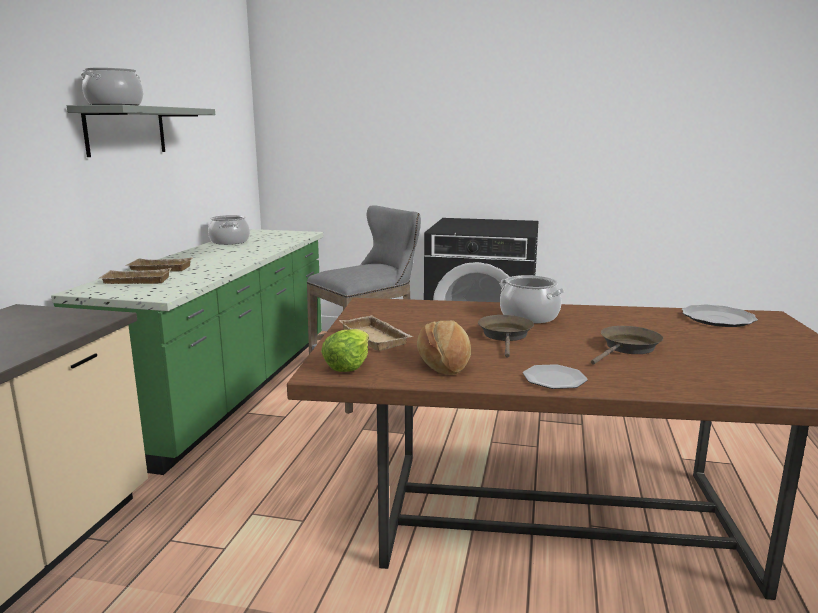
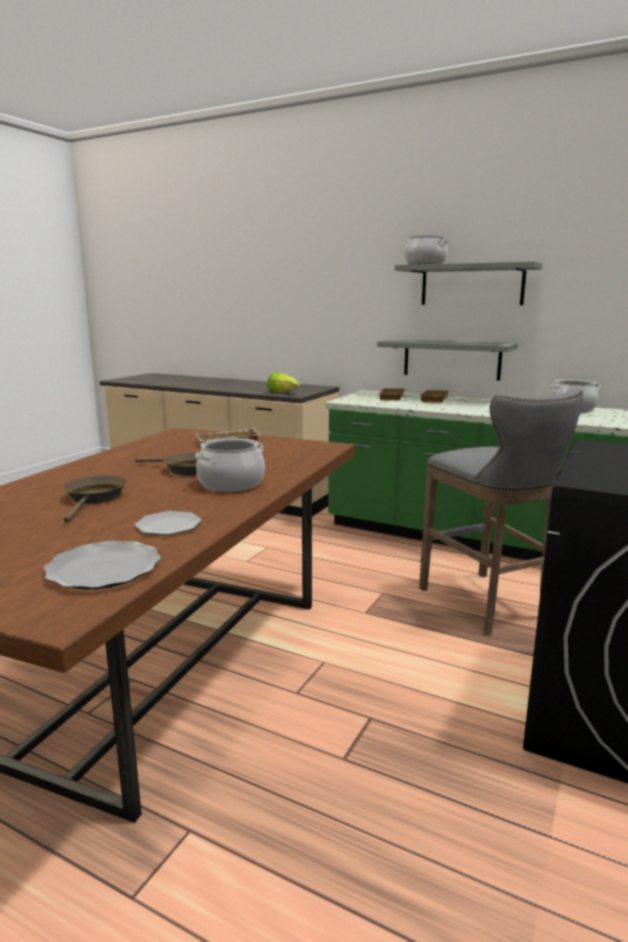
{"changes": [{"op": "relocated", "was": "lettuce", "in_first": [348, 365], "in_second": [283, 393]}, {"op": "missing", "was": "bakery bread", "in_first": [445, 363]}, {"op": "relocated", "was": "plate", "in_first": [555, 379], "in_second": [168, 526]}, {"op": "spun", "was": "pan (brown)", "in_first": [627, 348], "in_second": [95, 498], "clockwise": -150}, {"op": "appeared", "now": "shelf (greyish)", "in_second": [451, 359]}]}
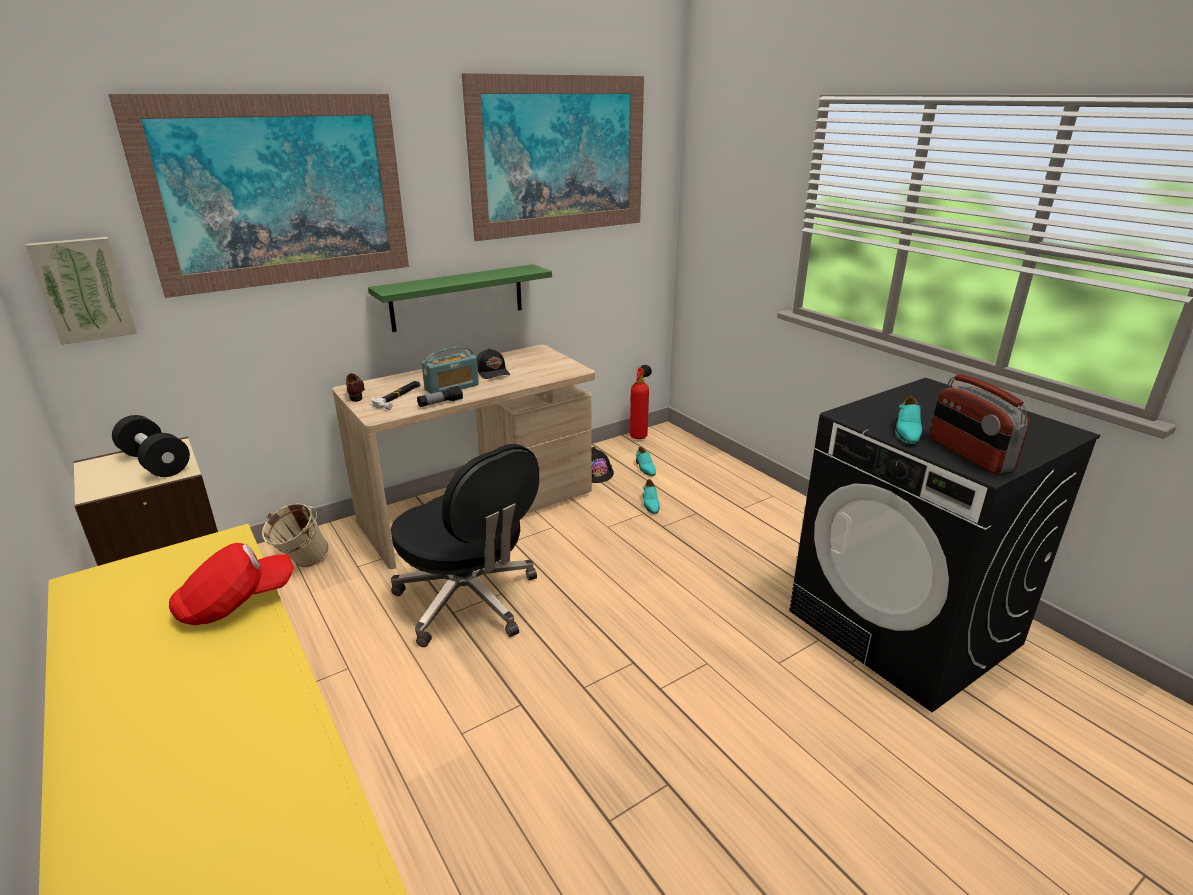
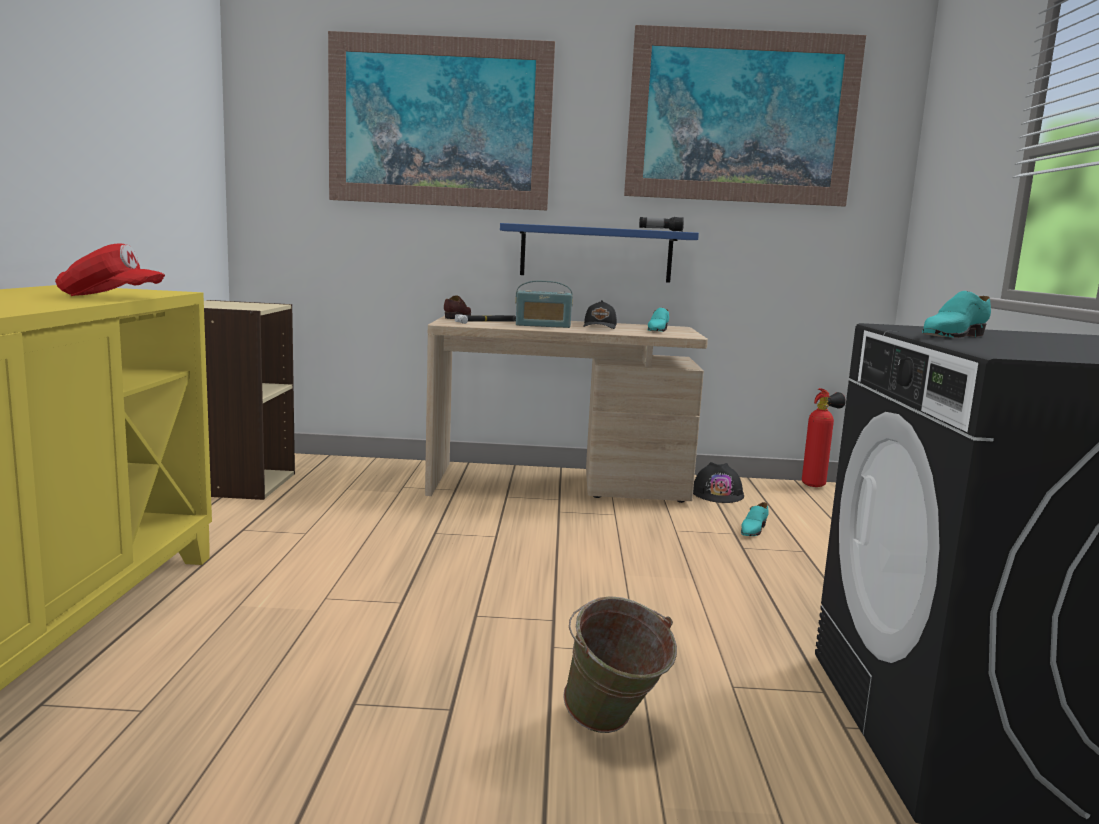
{"changes": [{"op": "missing", "was": "wall picture", "in_first": [84, 289]}, {"op": "missing", "was": "hand weight (black-coloured)", "in_first": [155, 463]}, {"op": "missing", "was": "bucket (beige-coloured)", "in_first": [301, 564]}, {"op": "colour", "was": "shelf (green-coloured)", "now": "shelf (blue)", "in_first": [457, 297], "in_second": [596, 253]}, {"op": "missing", "was": "desk chair (black-coloured)", "in_first": [469, 601]}, {"op": "relocated", "was": "flashlight", "in_first": [440, 403], "in_second": [660, 230]}, {"op": "relocated", "was": "low shoe (turquoise)", "in_first": [645, 468], "in_second": [657, 330]}, {"op": "missing", "was": "radio receiver", "in_first": [969, 454]}, {"op": "appeared", "now": "bucket (green-coloured)", "in_second": [612, 729]}]}
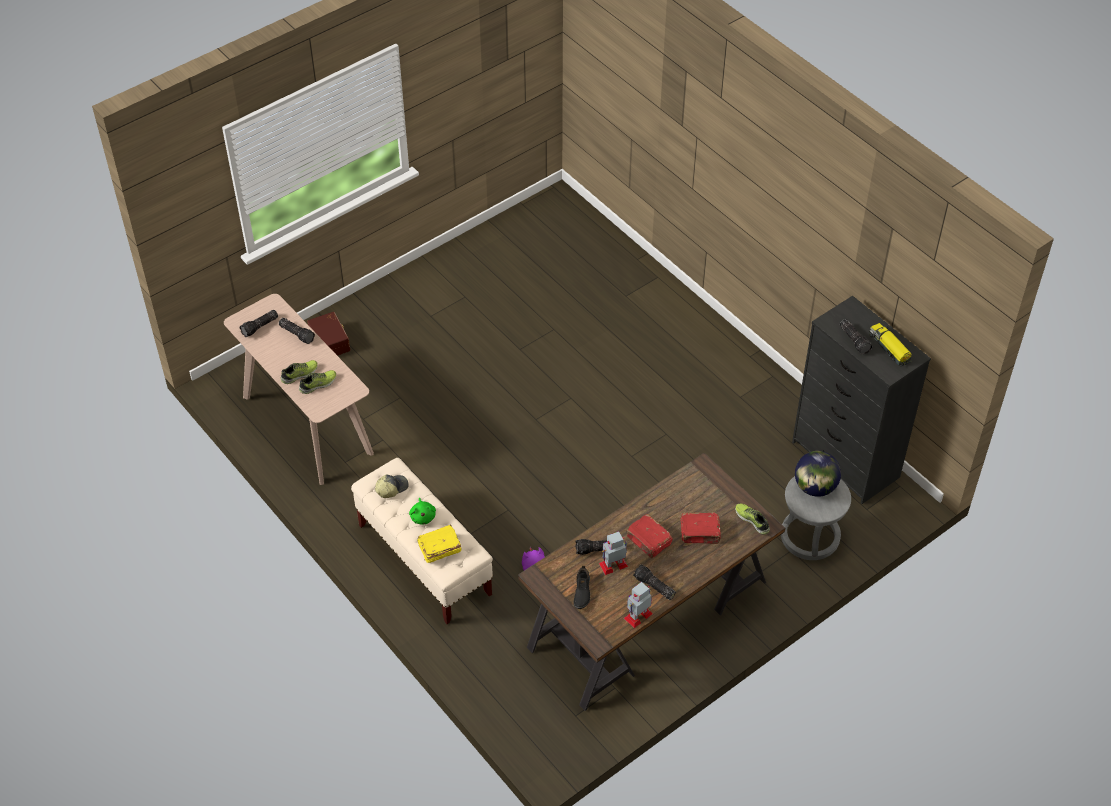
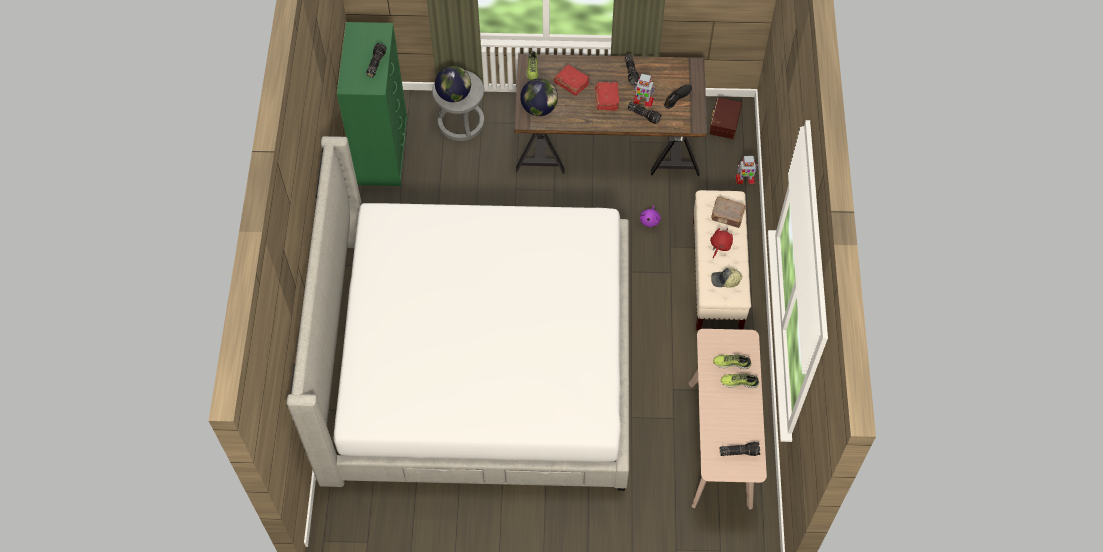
{"changes": [{"op": "missing", "was": "flashlight", "in_first": [297, 333]}, {"op": "relocated", "was": "storage bin (brown)", "in_first": [330, 341], "in_second": [723, 122]}, {"op": "colour", "was": "plush toy (green-coloured)", "now": "plush toy (reddish)", "in_first": [423, 516], "in_second": [720, 245]}, {"op": "colour", "was": "book (yellowish)", "now": "book (brown)", "in_first": [439, 549], "in_second": [727, 216]}, {"op": "relocated", "was": "robot figure", "in_first": [638, 615], "in_second": [745, 179]}, {"op": "colour", "was": "dresser (black-coloured)", "now": "dresser (green-coloured)", "in_first": [846, 460], "in_second": [382, 150]}, {"op": "missing", "was": "model truck", "in_first": [889, 348]}, {"op": "appeared", "now": "sleeping bed", "in_second": [479, 361]}, {"op": "appeared", "now": "desk globe", "in_second": [539, 108]}]}
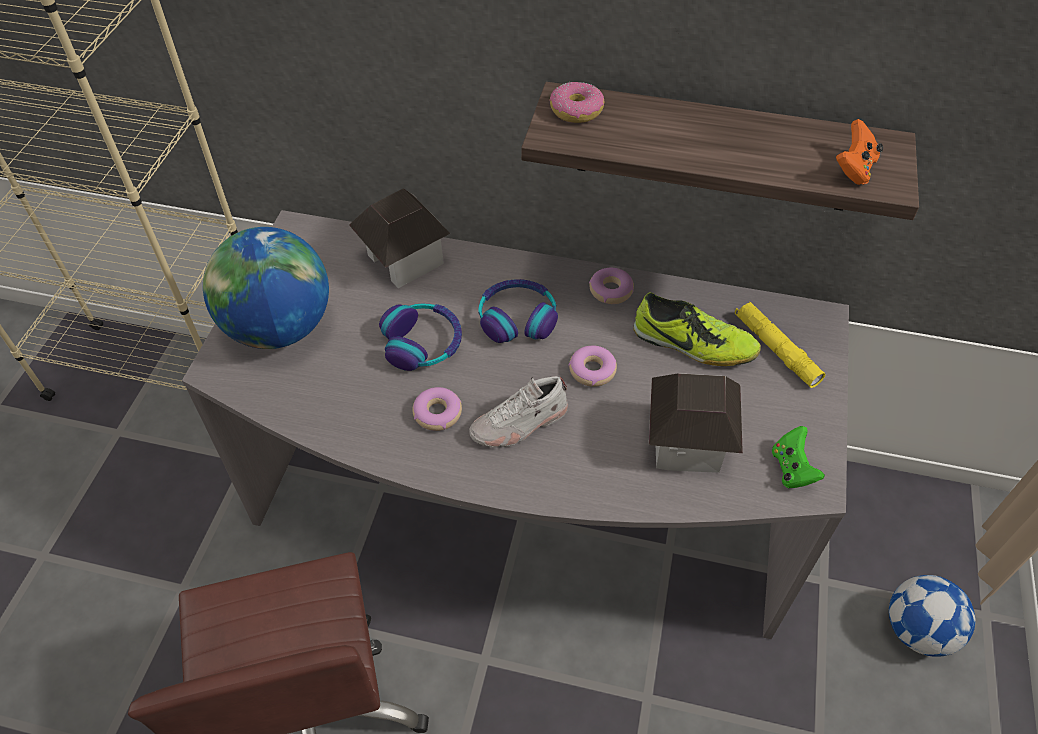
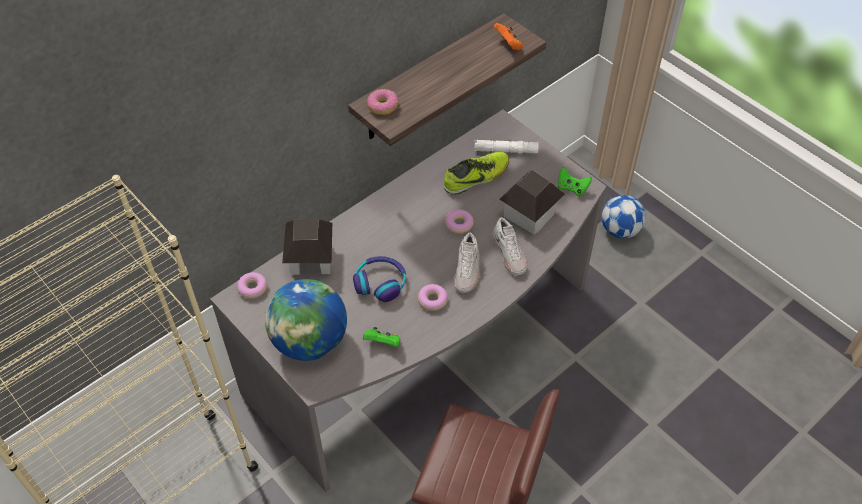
{"changes": [{"op": "missing", "was": "headphones", "in_first": [517, 318]}, {"op": "relocated", "was": "doughnut", "in_first": [610, 290], "in_second": [252, 288]}, {"op": "colour", "was": "flashlight (yellowish)", "now": "flashlight (white)", "in_first": [776, 349], "in_second": [505, 150]}, {"op": "appeared", "now": "gamepad (green-coloured)", "in_second": [383, 343]}, {"op": "appeared", "now": "low shoe (white)", "in_second": [509, 254]}]}
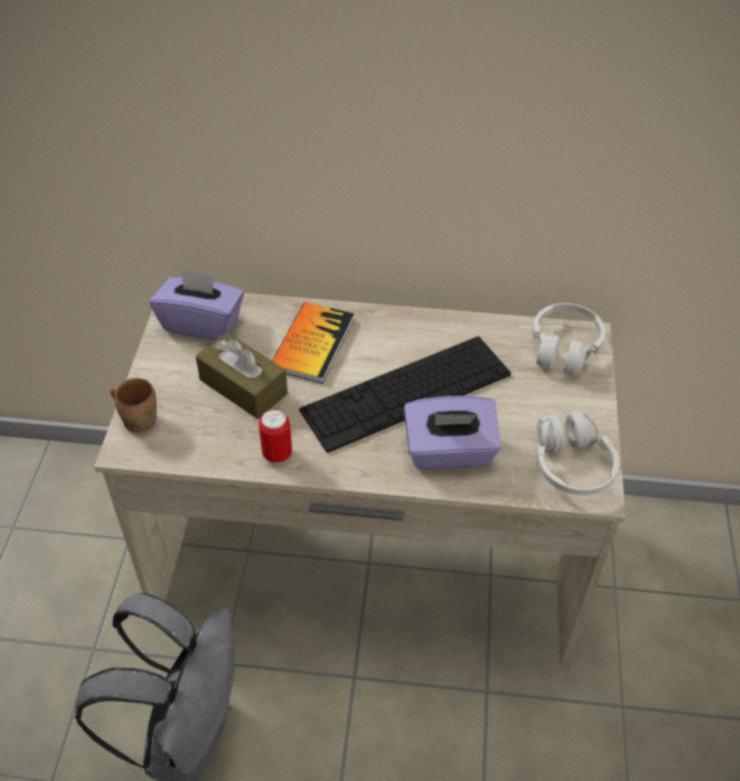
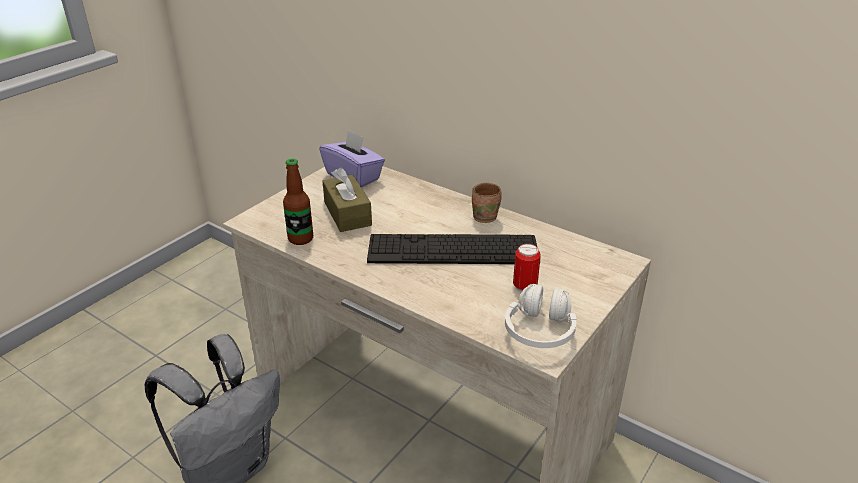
{"changes": [{"op": "relocated", "was": "mug (brown)", "in_first": [140, 419], "in_second": [485, 216]}, {"op": "relocated", "was": "metal can", "in_first": [277, 454], "in_second": [524, 287]}, {"op": "missing", "was": "book", "in_first": [312, 344]}, {"op": "missing", "was": "tissue holder (purple-coloured)", "in_first": [449, 452]}, {"op": "missing", "was": "headphones (white)", "in_first": [564, 348]}, {"op": "appeared", "now": "bottle", "in_second": [300, 239]}]}
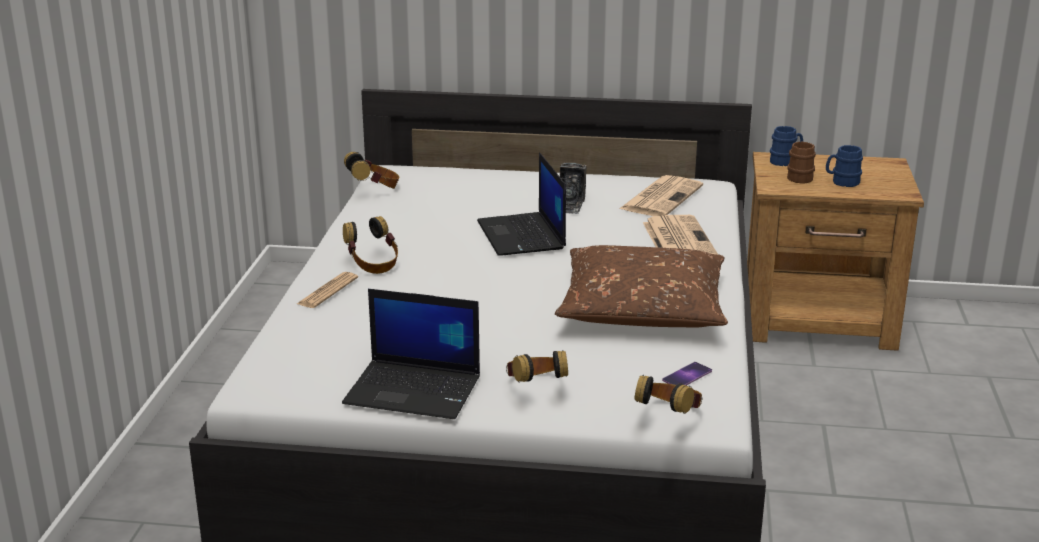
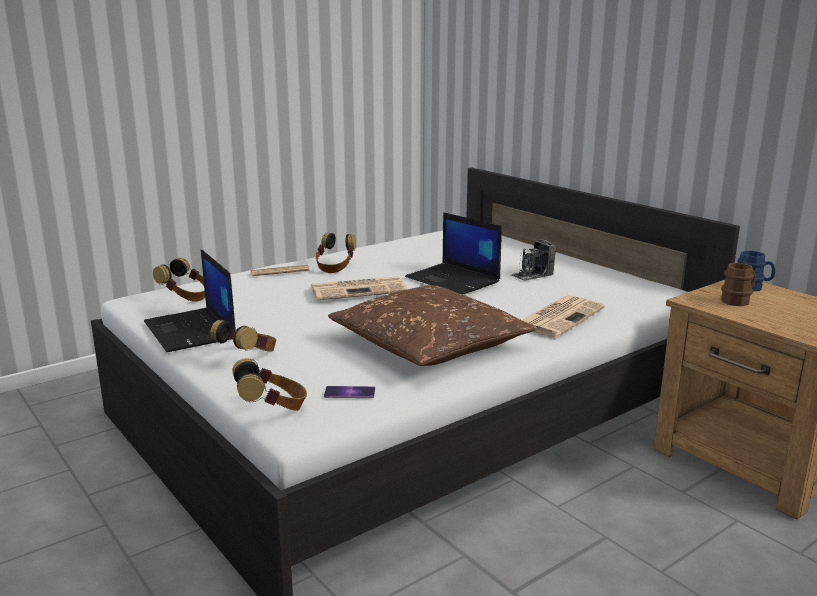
{"changes": [{"op": "relocated", "was": "headphones", "in_first": [374, 189], "in_second": [186, 297]}, {"op": "spun", "was": "notebook computer", "in_first": [522, 235], "in_second": [454, 280], "clockwise": -75}, {"op": "relocated", "was": "daily paper", "in_first": [661, 197], "in_second": [359, 289]}, {"op": "missing", "was": "mug (blue)", "in_first": [842, 182]}]}
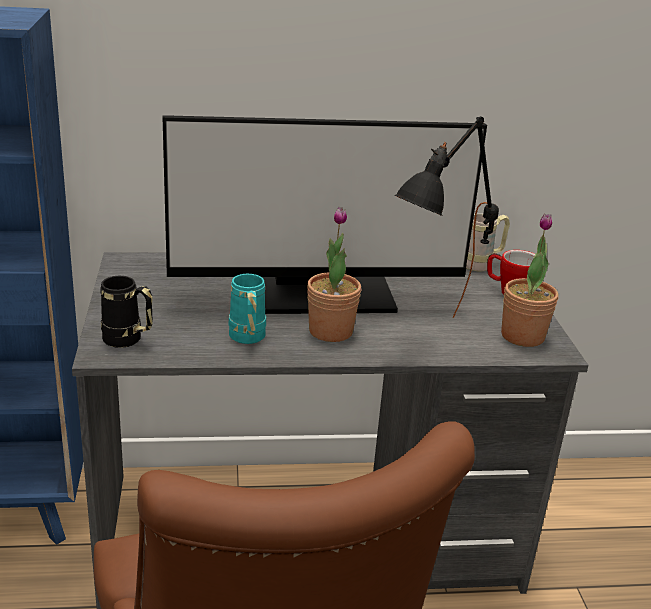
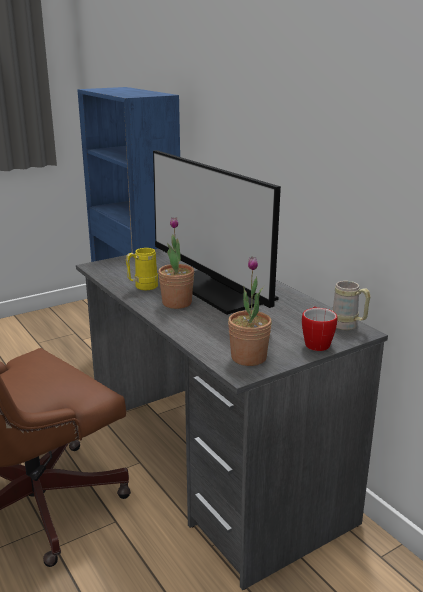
{"changes": [{"op": "missing", "was": "mug (black-coloured)", "in_first": [128, 341]}, {"op": "colour", "was": "mug (turquoise)", "now": "mug (yellowish)", "in_first": [247, 339], "in_second": [142, 287]}, {"op": "missing", "was": "tabletop lamp (black-coloured)", "in_first": [435, 338]}]}
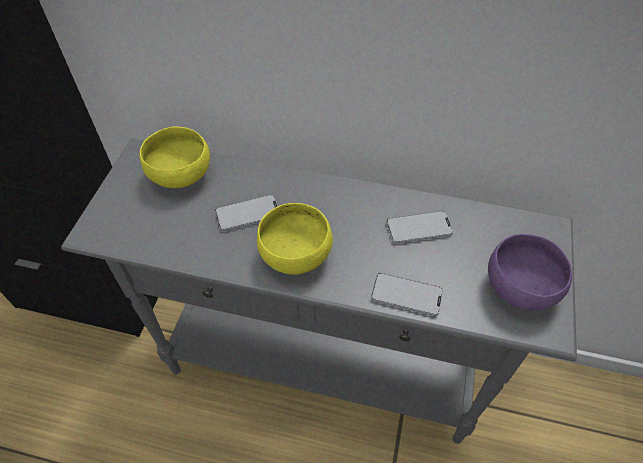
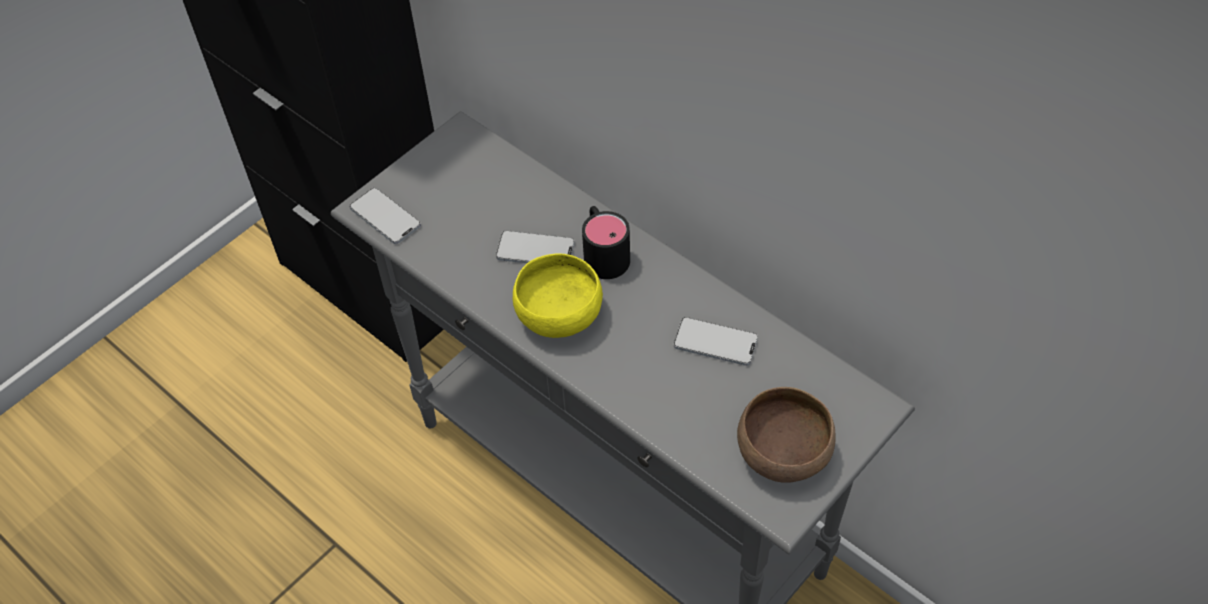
{"changes": [{"op": "missing", "was": "bowl (yellowish)", "in_first": [181, 173]}, {"op": "relocated", "was": "handset", "in_first": [406, 295], "in_second": [385, 217]}, {"op": "colour", "was": "bowl (purple-coloured)", "now": "bowl (brown)", "in_first": [521, 287], "in_second": [785, 454]}, {"op": "appeared", "now": "mug (black-coloured)", "in_second": [603, 252]}]}
